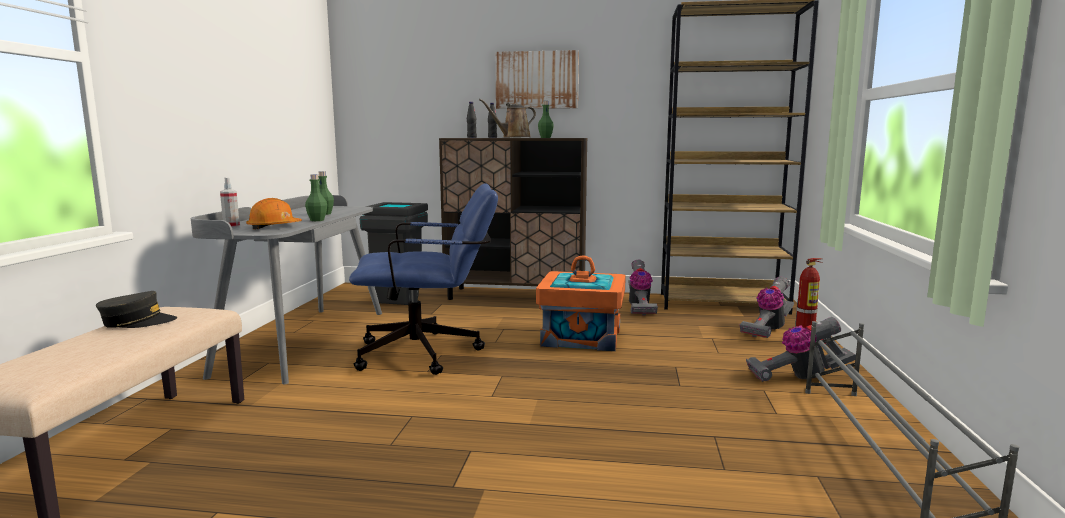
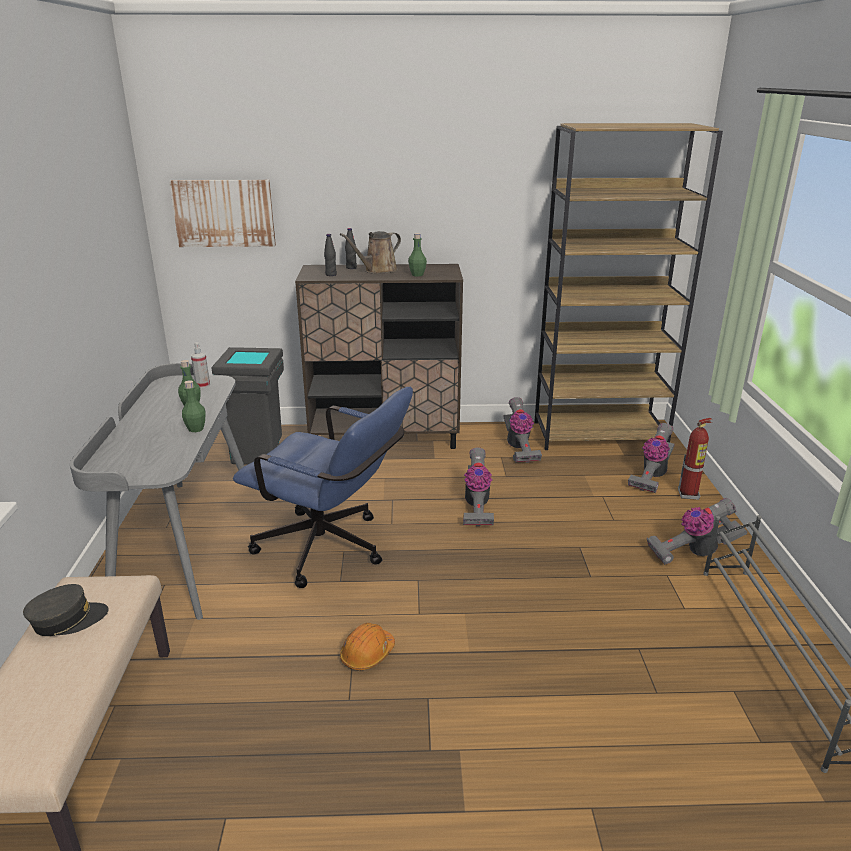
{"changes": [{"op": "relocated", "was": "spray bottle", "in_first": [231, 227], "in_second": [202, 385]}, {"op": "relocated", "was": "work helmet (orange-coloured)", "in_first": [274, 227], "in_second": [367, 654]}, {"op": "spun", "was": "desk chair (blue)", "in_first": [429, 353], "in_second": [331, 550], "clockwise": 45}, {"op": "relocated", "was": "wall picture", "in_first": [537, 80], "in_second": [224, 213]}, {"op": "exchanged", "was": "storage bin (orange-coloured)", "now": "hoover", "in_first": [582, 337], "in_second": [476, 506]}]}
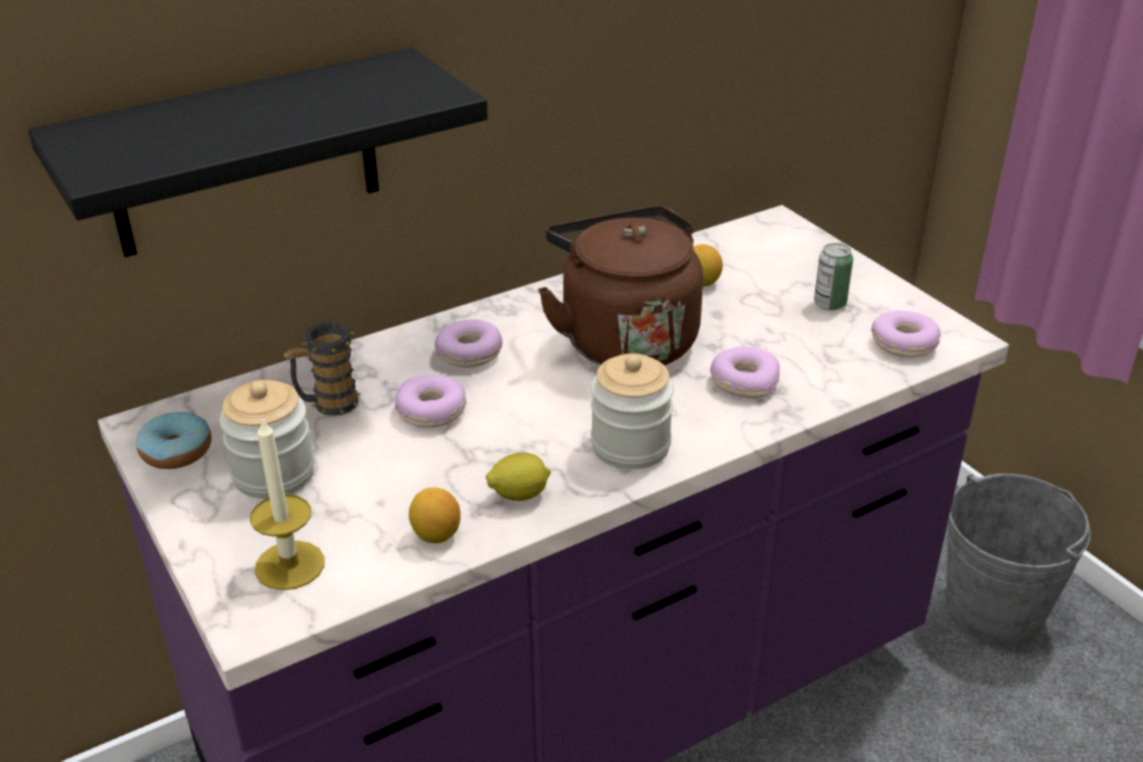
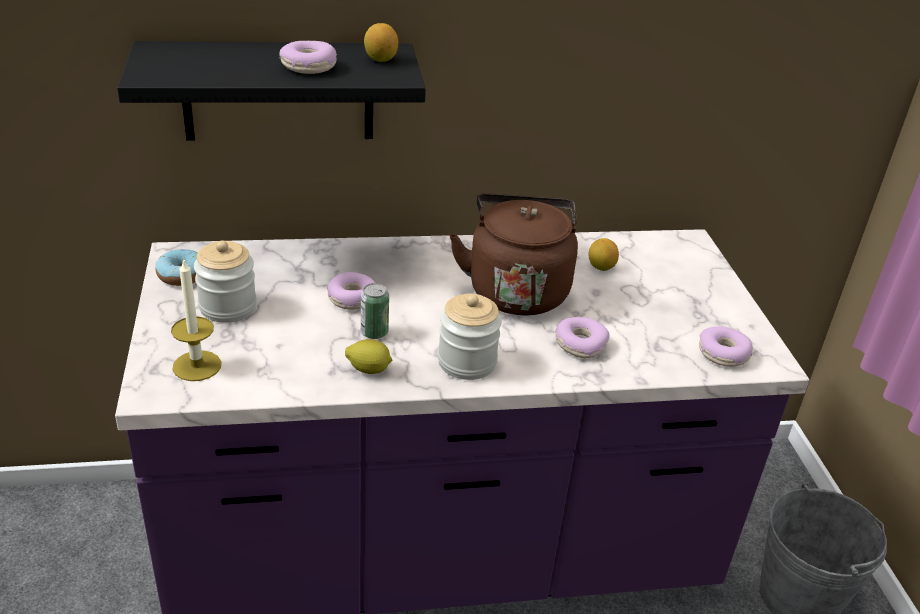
{"changes": [{"op": "missing", "was": "mug", "in_first": [328, 404]}, {"op": "relocated", "was": "whole lemon", "in_first": [436, 535], "in_second": [380, 59]}, {"op": "relocated", "was": "doughnut", "in_first": [469, 353], "in_second": [309, 67]}, {"op": "relocated", "was": "metal can", "in_first": [830, 303], "in_second": [374, 332]}]}
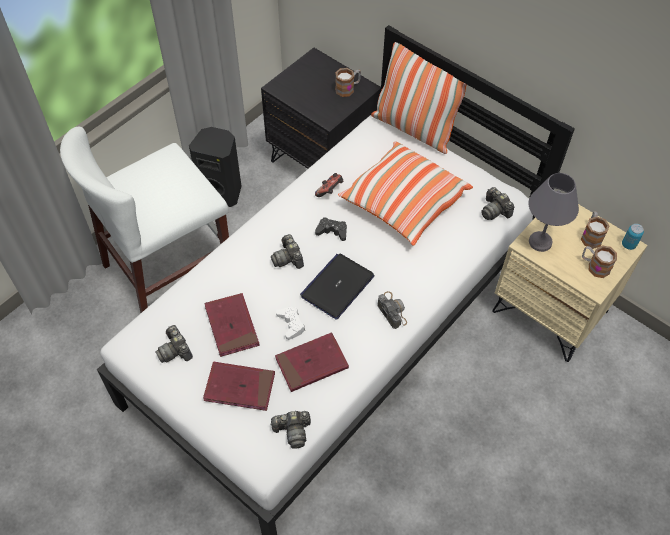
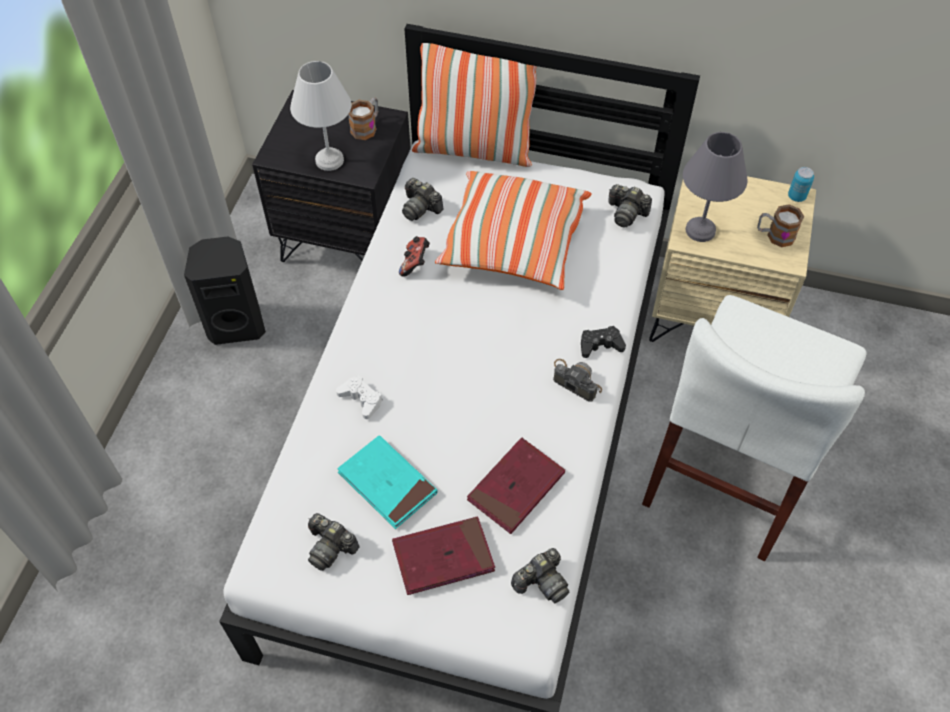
{"changes": [{"op": "relocated", "was": "plain chair (white)", "in_first": [168, 269], "in_second": [729, 472]}, {"op": "colour", "was": "book (reddish)", "now": "book (turquoise)", "in_first": [232, 326], "in_second": [387, 483]}, {"op": "relocated", "was": "photo camera", "in_first": [288, 258], "in_second": [420, 208]}, {"op": "relocated", "was": "gamepad (white)", "in_first": [291, 324], "in_second": [361, 399]}, {"op": "missing", "was": "notebook computer", "in_first": [337, 286]}, {"op": "relocated", "was": "gamepad (black-coloured)", "in_first": [332, 231], "in_second": [600, 345]}, {"op": "missing", "was": "mug", "in_first": [591, 236]}, {"op": "appeared", "now": "tabletop lamp (white)", "in_second": [331, 160]}]}
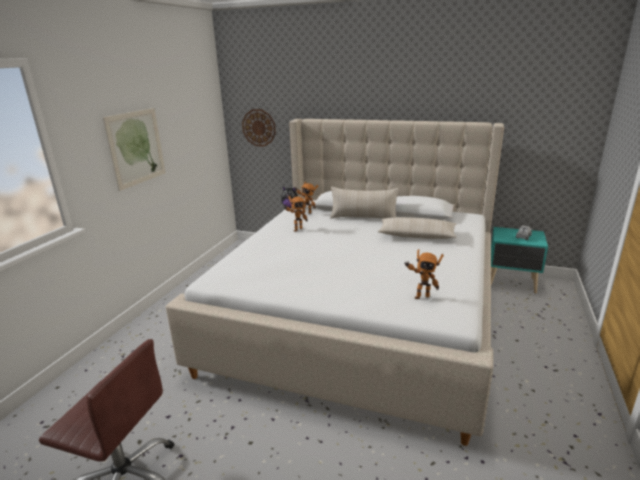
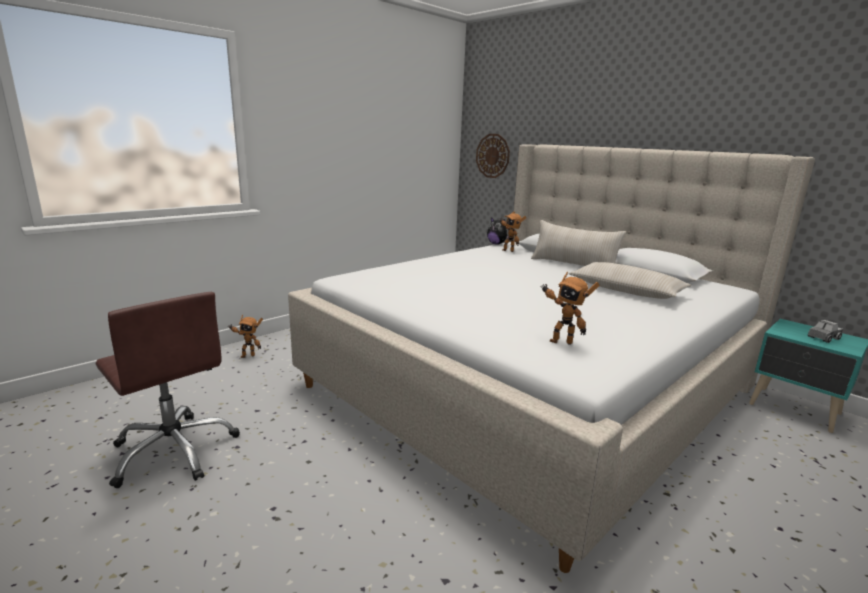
{"changes": [{"op": "missing", "was": "wall picture", "in_first": [136, 147]}, {"op": "relocated", "was": "robot figure", "in_first": [297, 229], "in_second": [247, 355]}]}
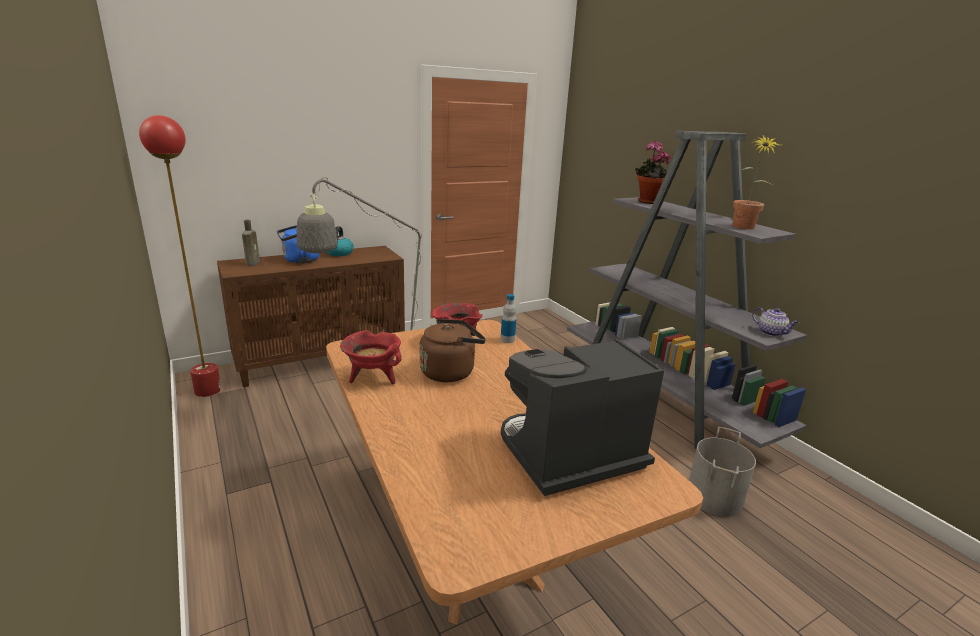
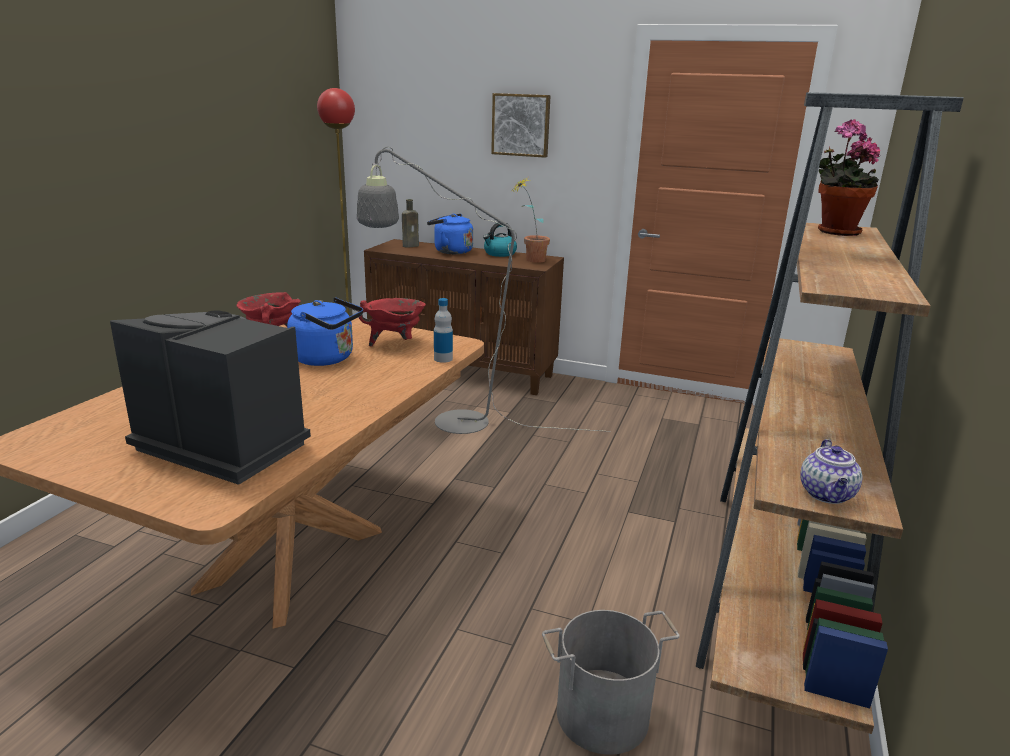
{"changes": [{"op": "colour", "was": "water kettle (brown)", "now": "water kettle (blue)", "in_first": [450, 372], "in_second": [327, 359]}, {"op": "colour", "was": "bookshelf (greyish)", "now": "bookshelf (brown)", "in_first": [662, 399], "in_second": [776, 586]}, {"op": "relocated", "was": "plant in a pot", "in_first": [743, 228], "in_second": [530, 260]}, {"op": "appeared", "now": "wall picture", "in_second": [521, 125]}]}
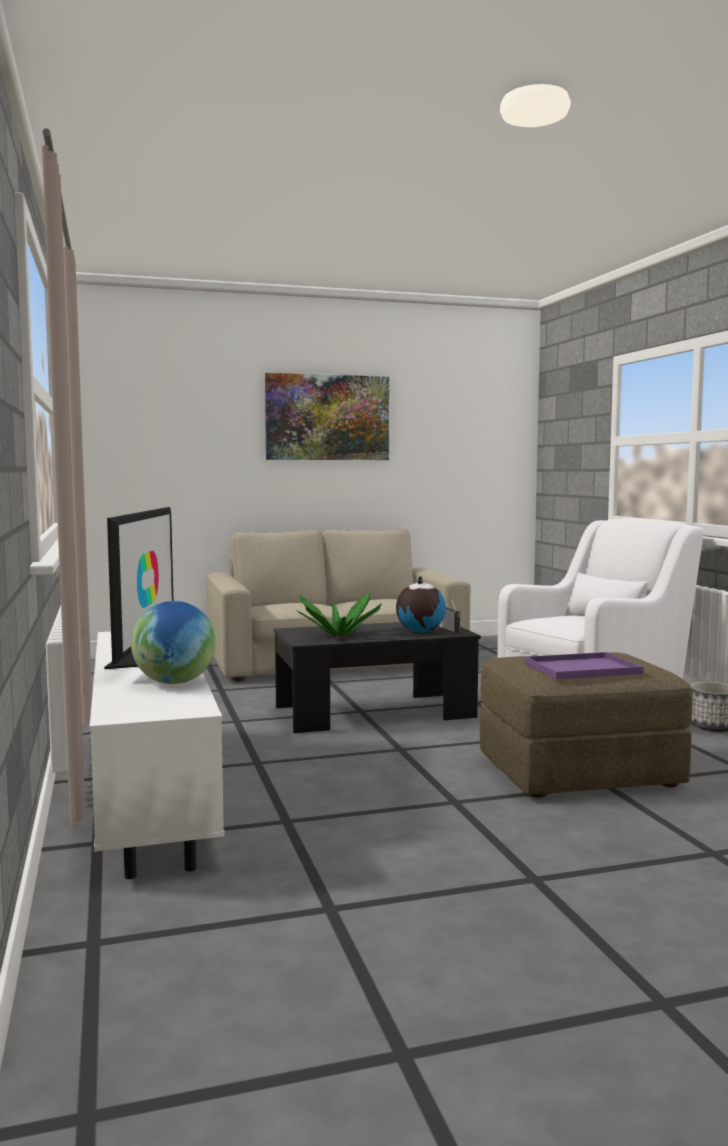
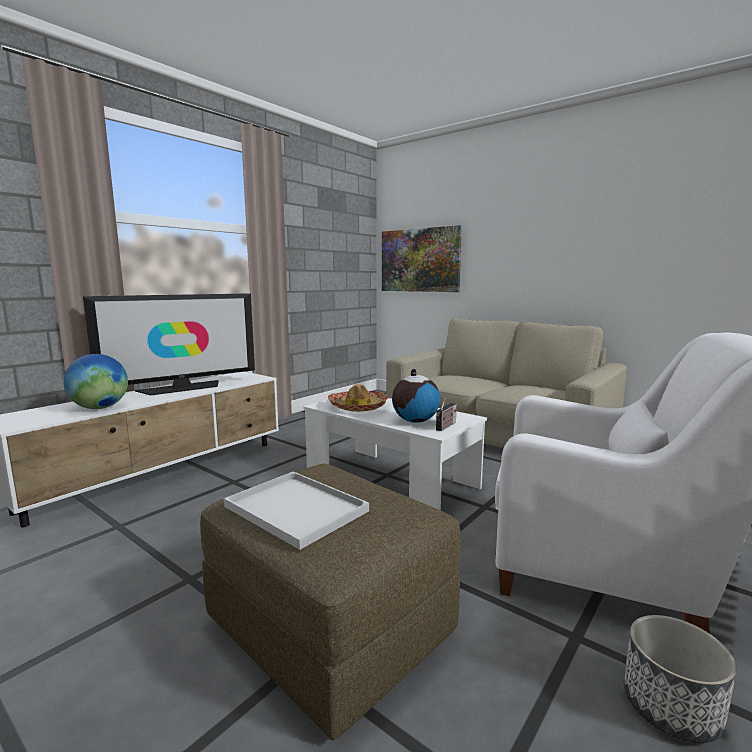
{"changes": [{"op": "relocated", "was": "wall picture", "in_first": [327, 417], "in_second": [419, 260]}, {"op": "colour", "was": "lounge table (black-coloured)", "now": "lounge table (white)", "in_first": [374, 712], "in_second": [390, 480]}, {"op": "exchanged", "was": "plant in a pot", "now": "clothing hat", "in_first": [339, 635], "in_second": [358, 407]}, {"op": "colour", "was": "serving tray (purple-coloured)", "now": "serving tray (white)", "in_first": [583, 668], "in_second": [298, 509]}]}
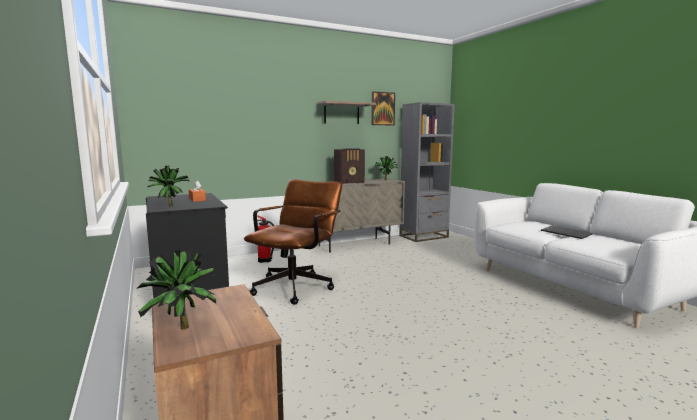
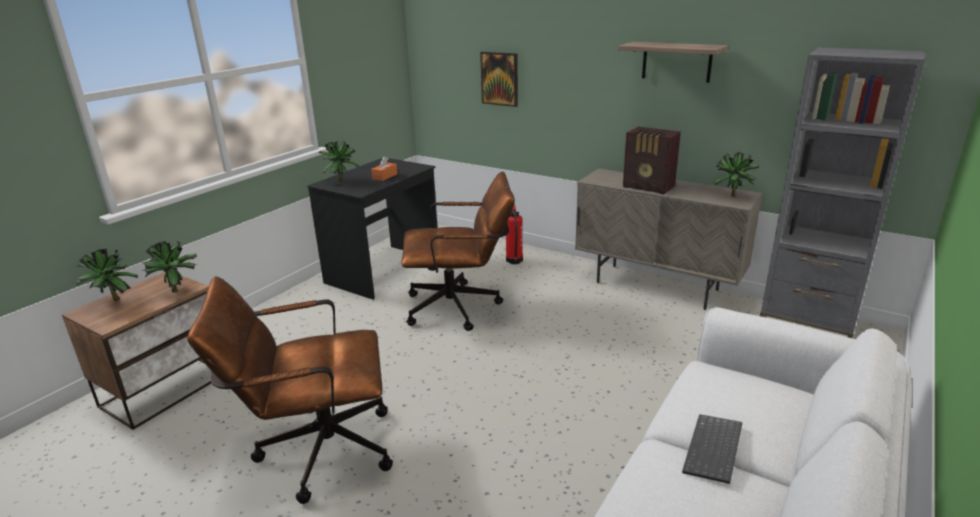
{"changes": [{"op": "relocated", "was": "wall picture", "in_first": [382, 108], "in_second": [500, 79]}, {"op": "appeared", "now": "plant in a pot", "in_second": [178, 291]}, {"op": "appeared", "now": "desk chair (brown)", "in_second": [315, 450]}]}
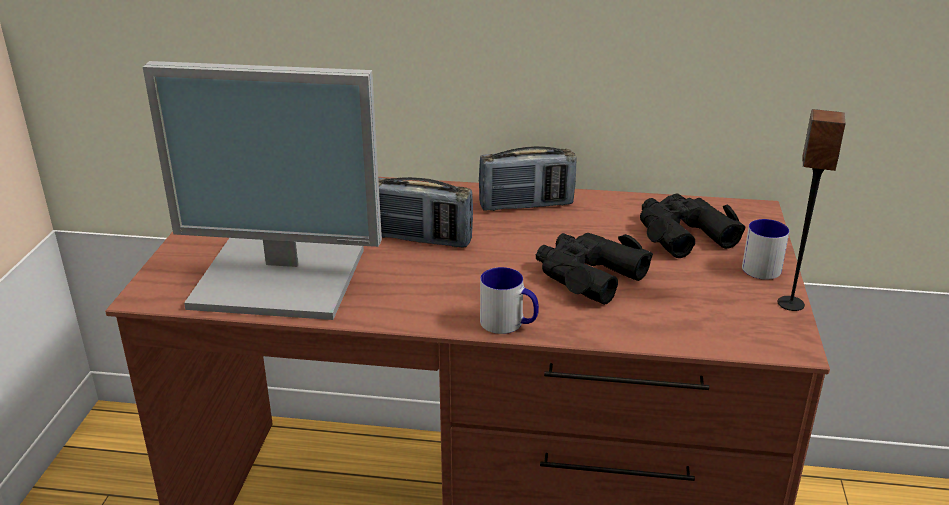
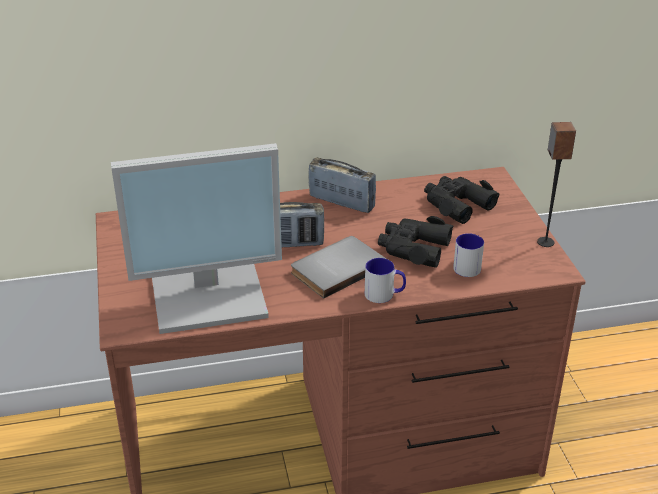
{"changes": [{"op": "spun", "was": "radio receiver", "in_first": [526, 205], "in_second": [342, 202], "clockwise": -120}, {"op": "relocated", "was": "mug", "in_first": [763, 266], "in_second": [467, 265]}, {"op": "appeared", "now": "book (greyish)", "in_second": [336, 268]}]}
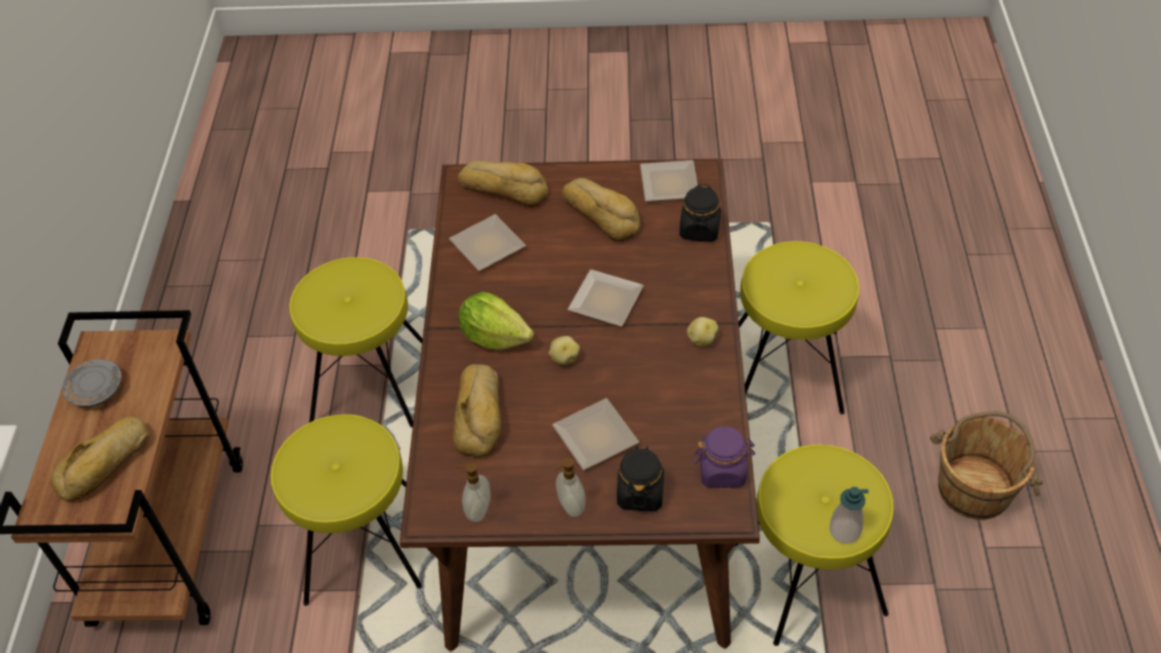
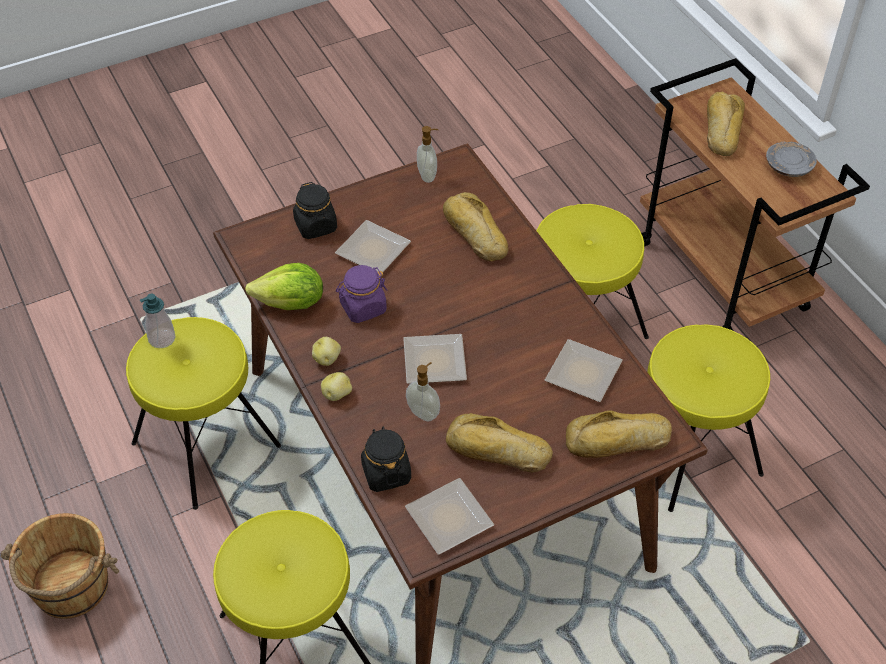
{"changes": [{"op": "relocated", "was": "lettuce", "in_first": [494, 336], "in_second": [291, 304]}, {"op": "relocated", "was": "spud", "in_first": [564, 358], "in_second": [337, 394]}, {"op": "relocated", "was": "soap dispenser", "in_first": [570, 506], "in_second": [424, 412]}, {"op": "relocated", "was": "jar (purple-coloured)", "in_first": [722, 471], "in_second": [363, 307]}]}
